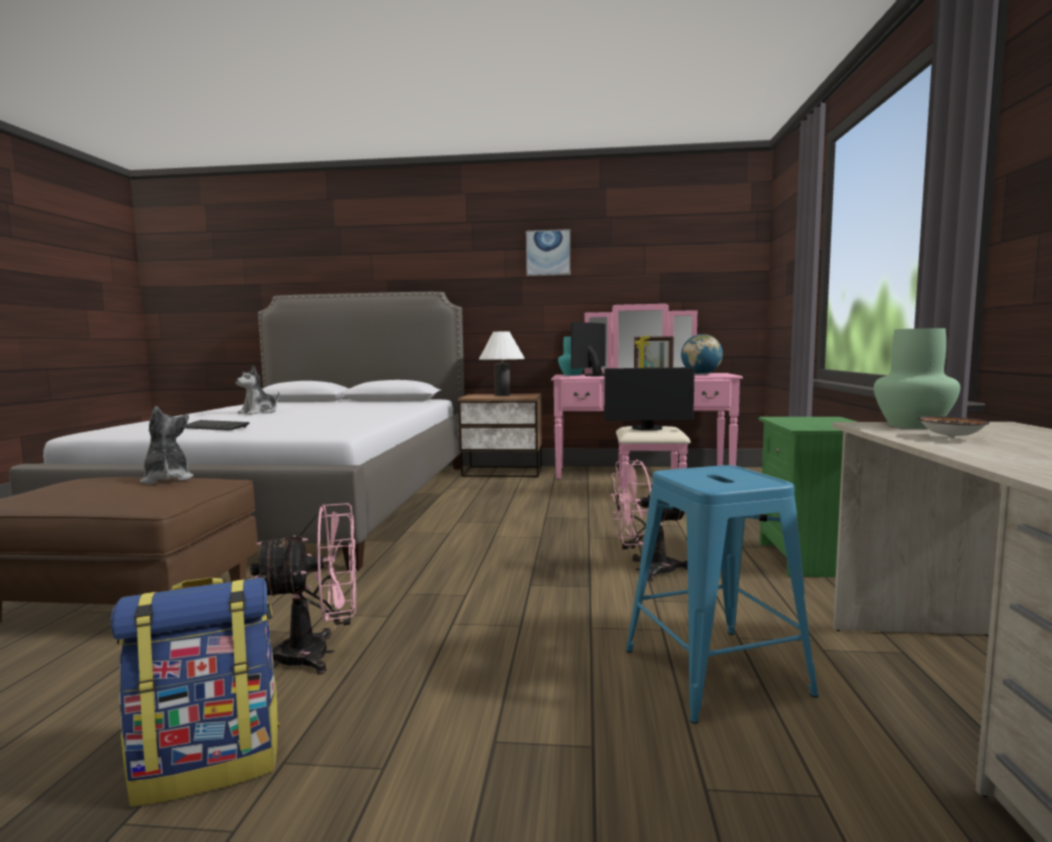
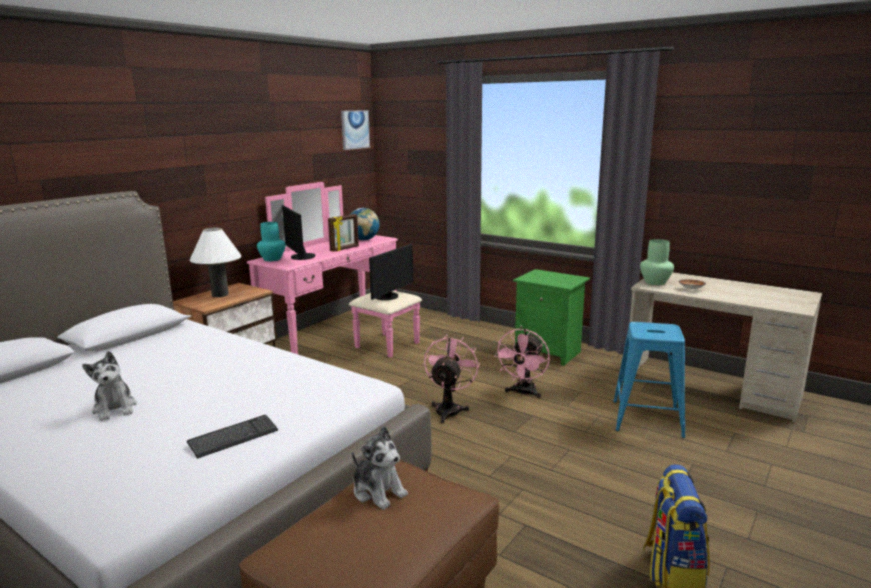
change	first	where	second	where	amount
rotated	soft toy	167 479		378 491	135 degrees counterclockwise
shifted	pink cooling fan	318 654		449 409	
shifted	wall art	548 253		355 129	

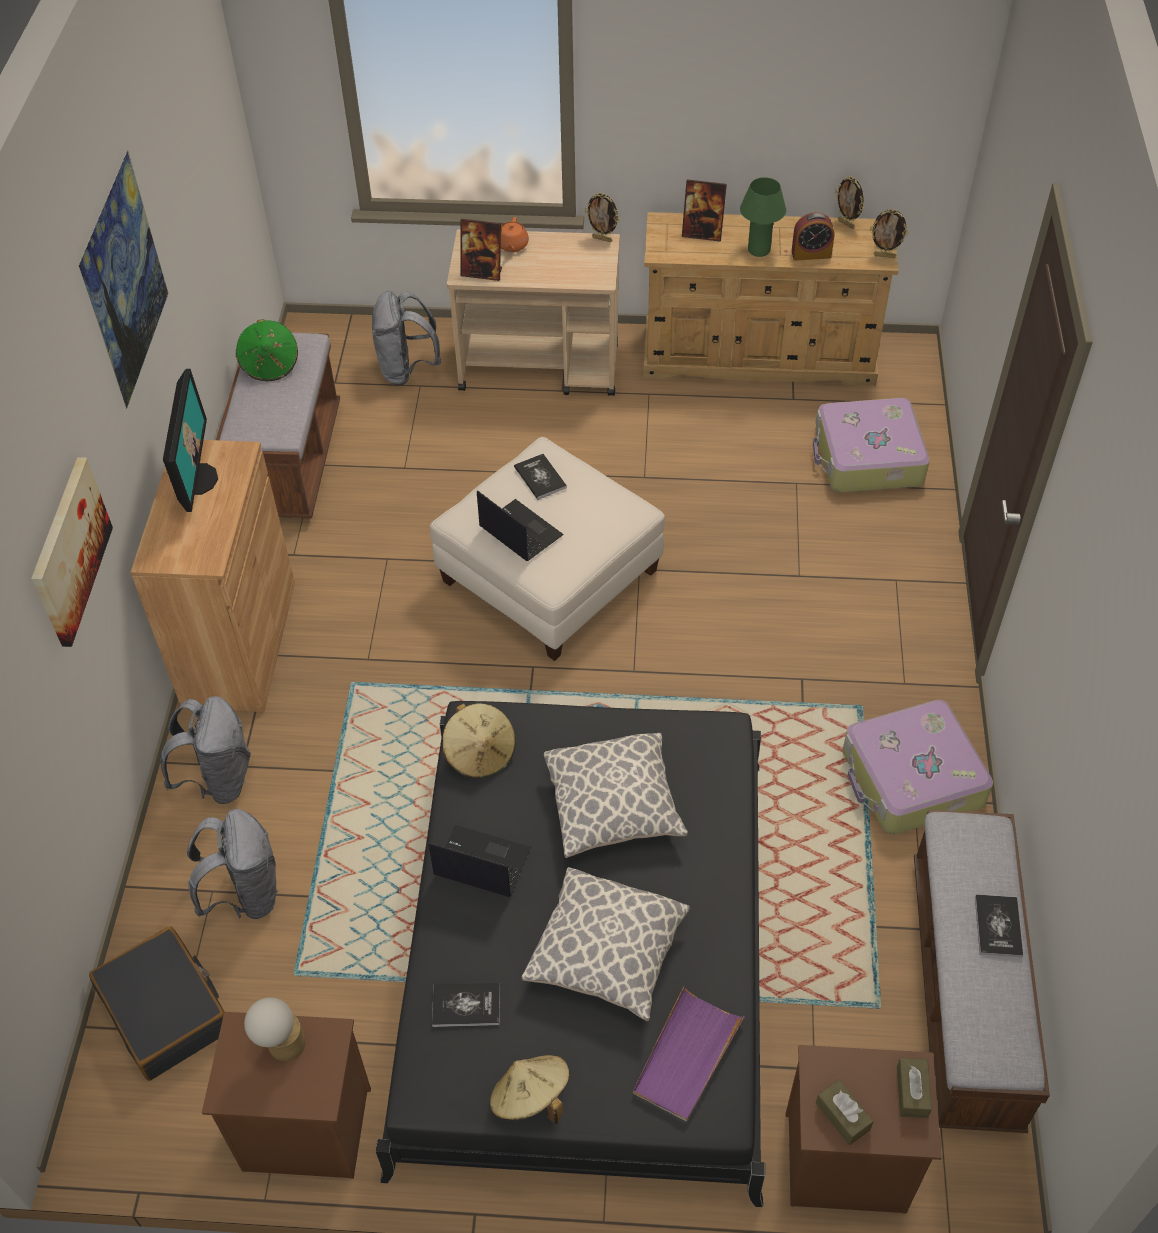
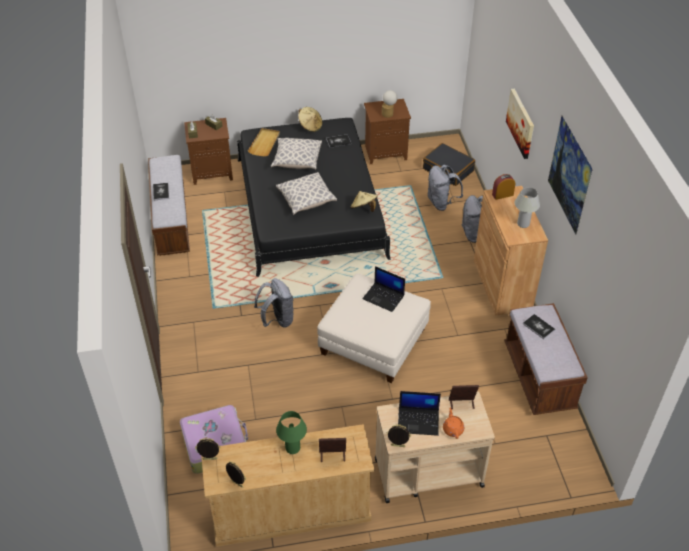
change	first	where	second	where	amount
swapped	monitor	197 479	white table lamp	523 224	
gone	green clothing hat	270 365			
shifted	gray rucksack	407 370		277 320	
shifted	portable computer	480 862		419 421	
shifted	bound book	540 477		538 327	
repainted	purple-coloured carrying tray	686 1056	beige-coloured carrying tray	264 143	
shifted	alarm clock	811 254		502 195	
gone	travel case	911 779			

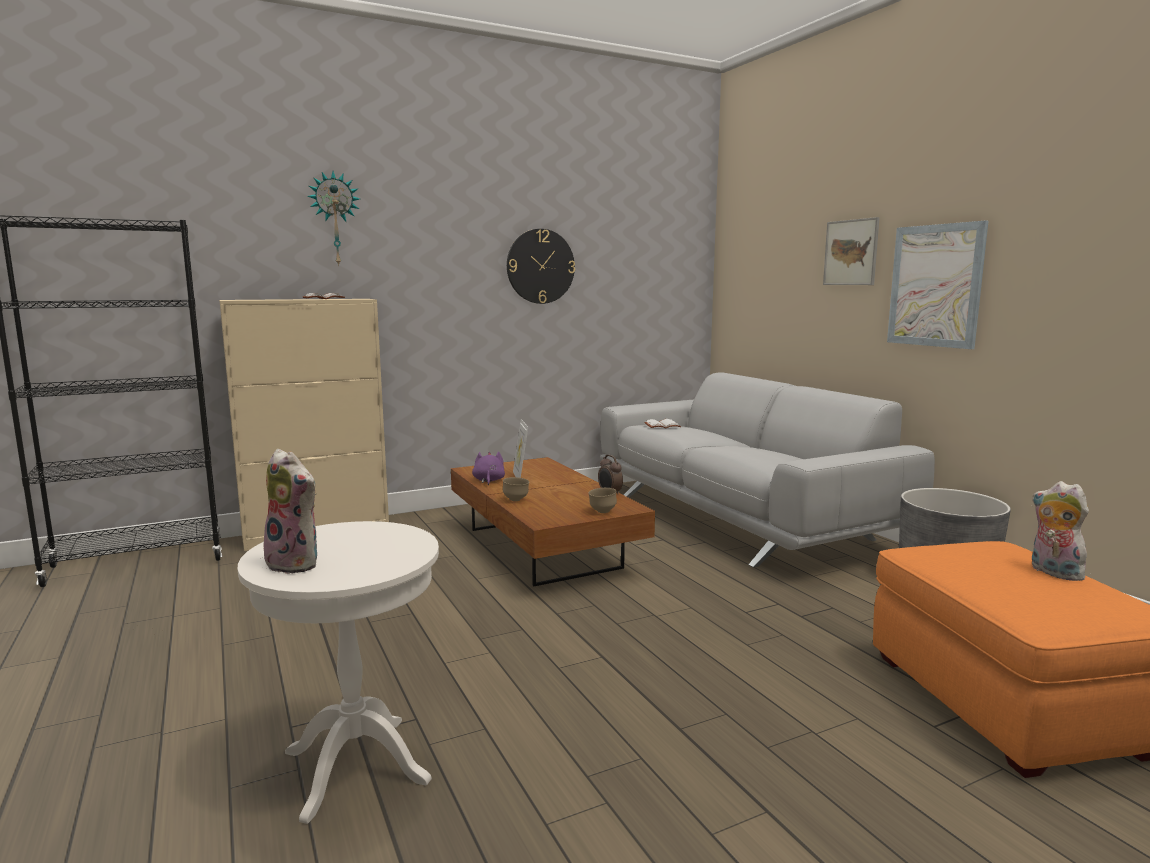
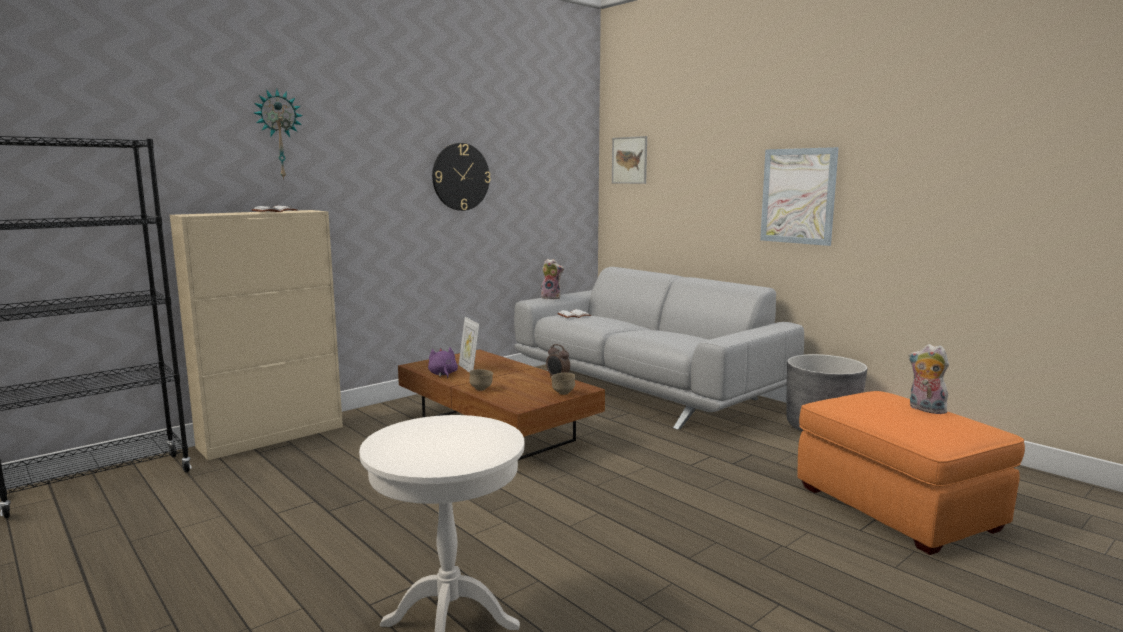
change	first	where	second	where	amount
shifted	soft toy	297 563		551 298	
shifted	wall art	851 252		629 160	

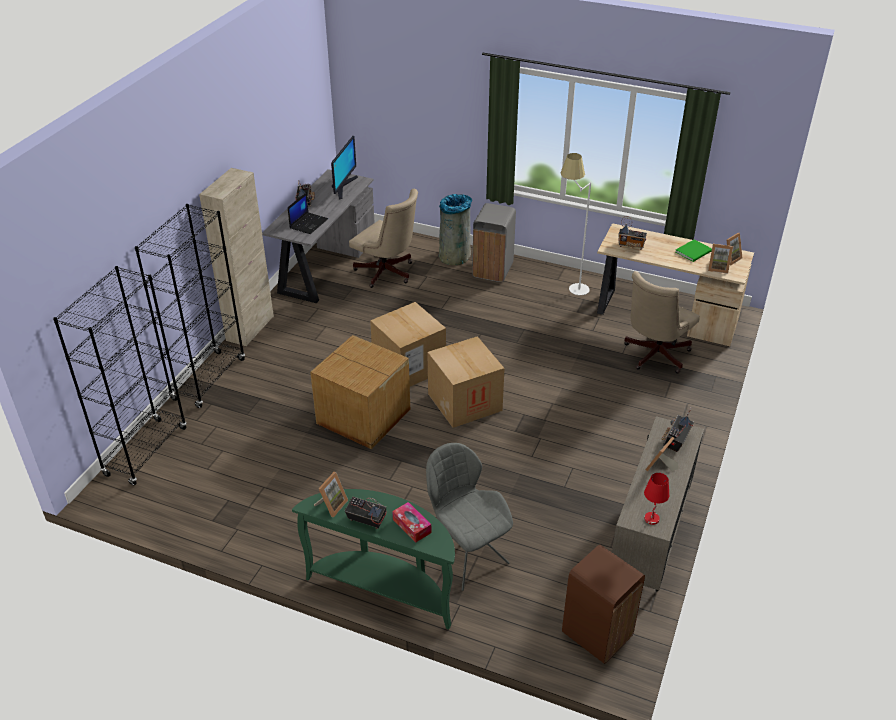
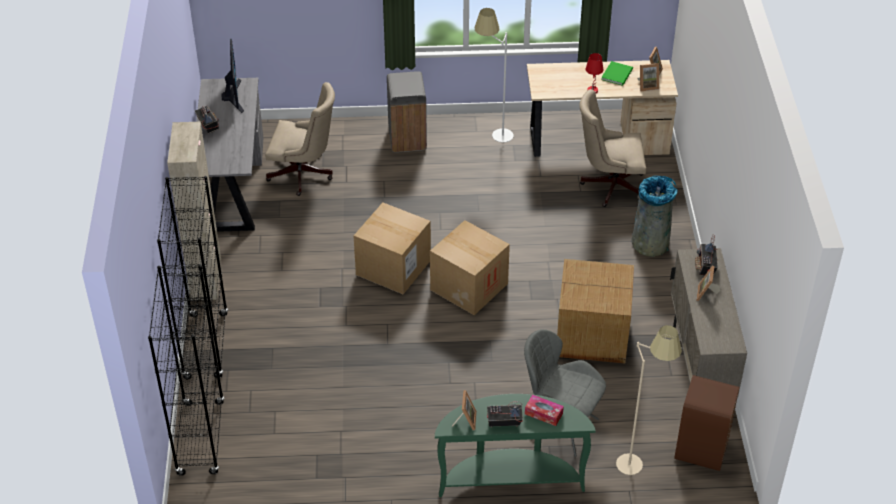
change	first	where	second	where	amount
gone	portable computer	308 223			
shifted	cardboard box	364 417		593 335	
shifted	gray waste bin	455 256		650 242	
gone	radio receiver	631 246			
rotated	beige-coloured computer chair	653 356		609 185	75 degrees clockwise
shifted	red table lamp	652 519		593 90	
new			beige-coloured floor lamp	639 459	

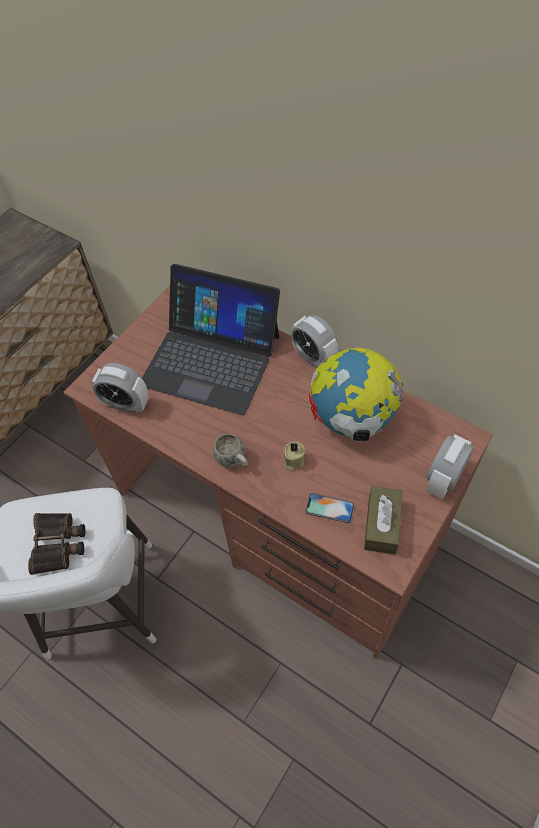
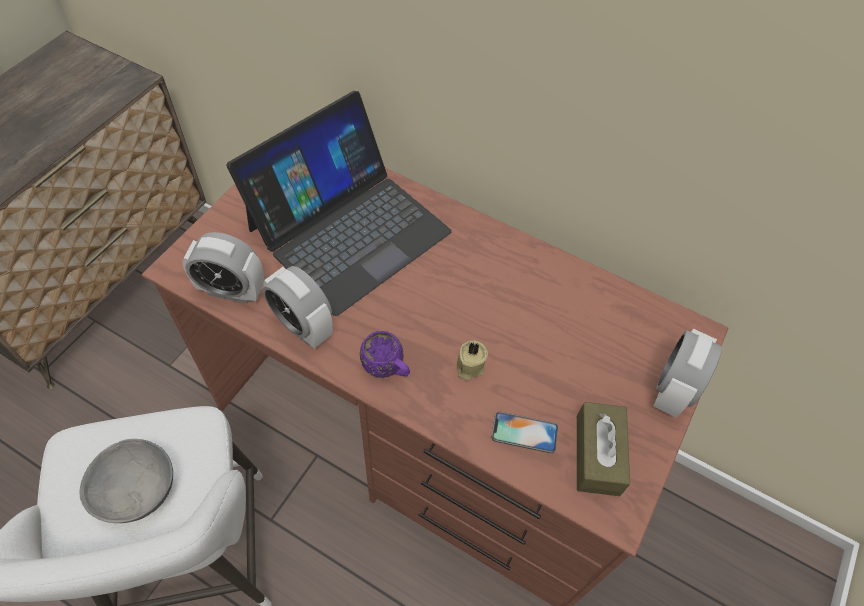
change	first	where	second	where	amount
swapped	pair of binoculars	59 544	gray deep dish	137 490	
rotated	portable computer	211 359		348 229	60 degrees counterclockwise
repainted	white mug	234 461	purple-coloured mug	387 369	
shifted	alarm clock	313 358		303 326	
gone	world globe	352 419			

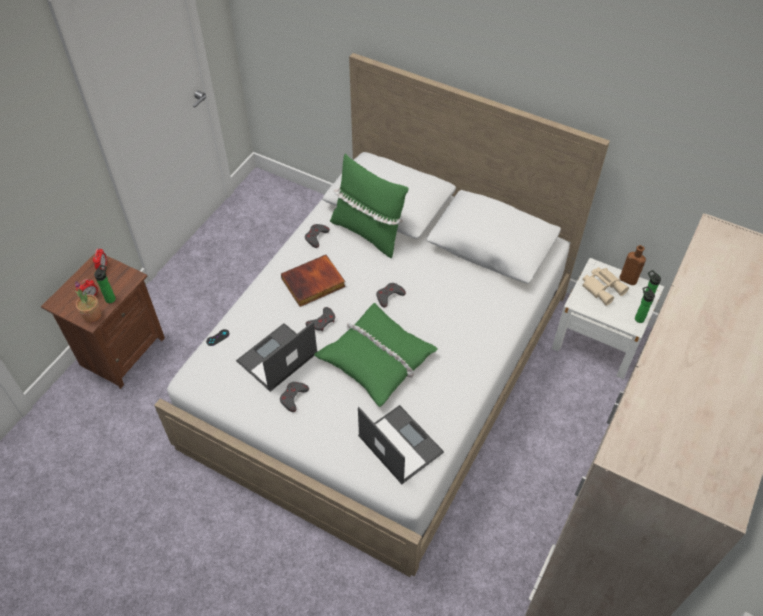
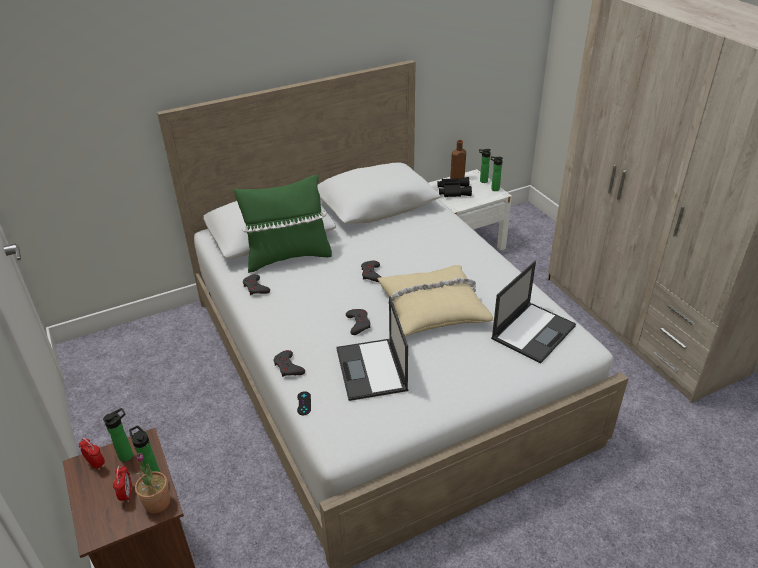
change	first	where	second	where	amount
shifted	gray joypad	293 397		288 367	
gone	bound book	313 283			
repainted	green pillow	376 359	beige-coloured pillow	432 308	
rotated	portable computer	399 444		533 331	135 degrees clockwise
repainted	beige-coloured pair of binoculars	603 287	black pair of binoculars	453 191	
new			beverage bottle	128 455	

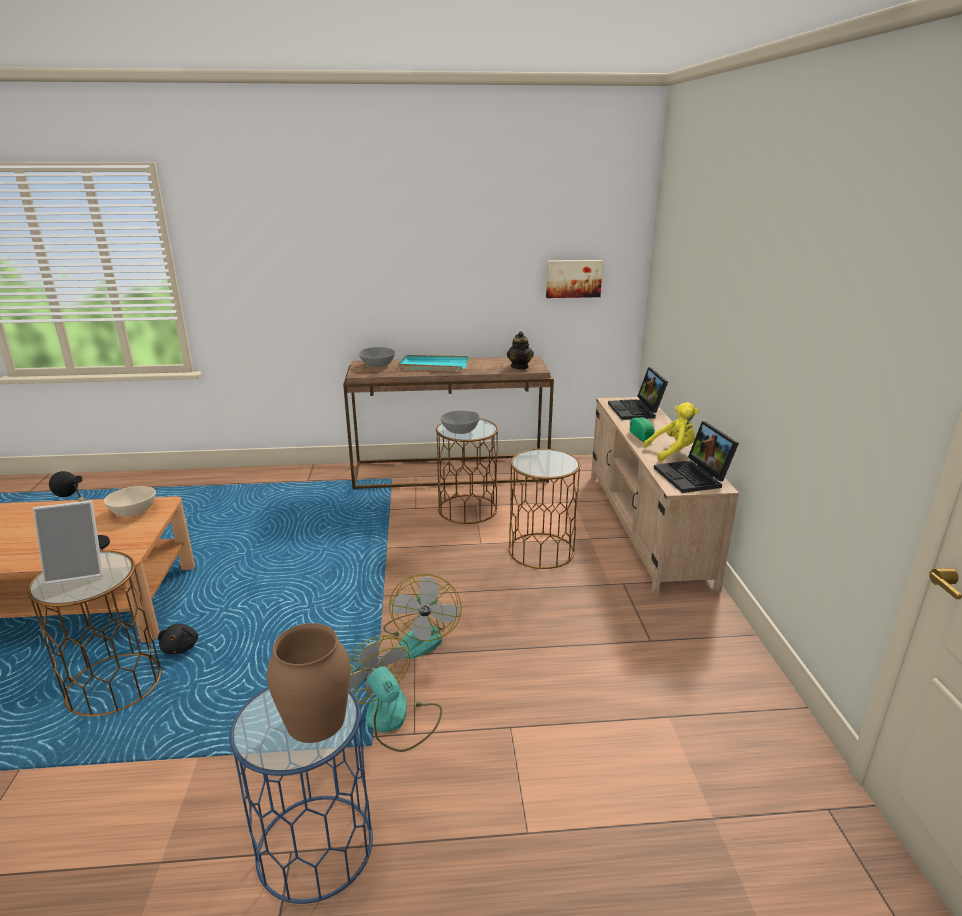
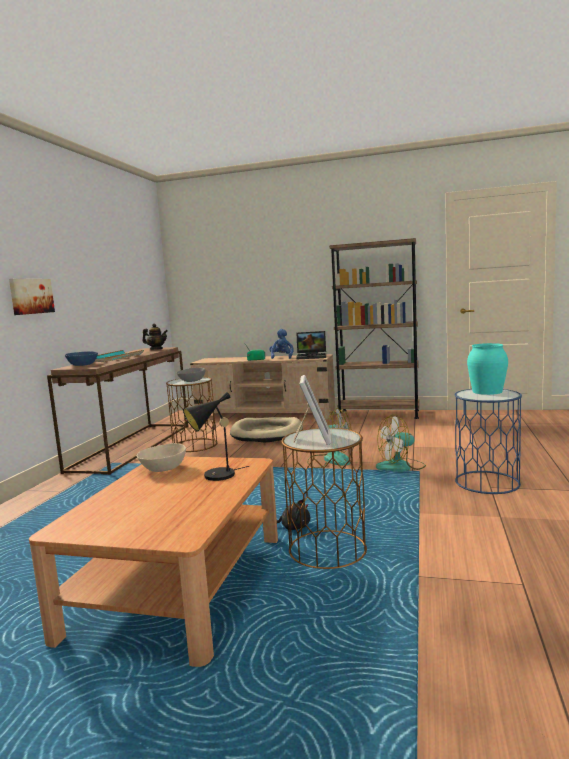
change	first	where	second	where	amount
repainted	brown-coloured vase	315 719	turquoise vase	487 391	
repainted	gray deep dish	378 365	bluish deep dish	83 365	
swapped	brown-coloured side table	541 550	beige-coloured pet bed	267 433	
shifted	wall art	573 278		31 296	
gone	portable computer	637 411			
repainted	yellow-coloured soft toy	672 452	bluish soft toy	282 357	
new			brown-coloured bookshelf	378 414	

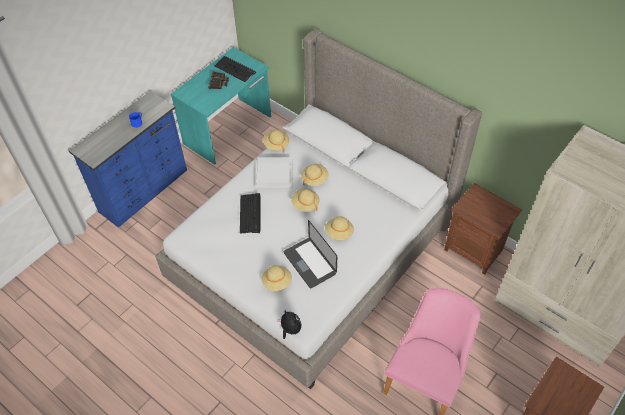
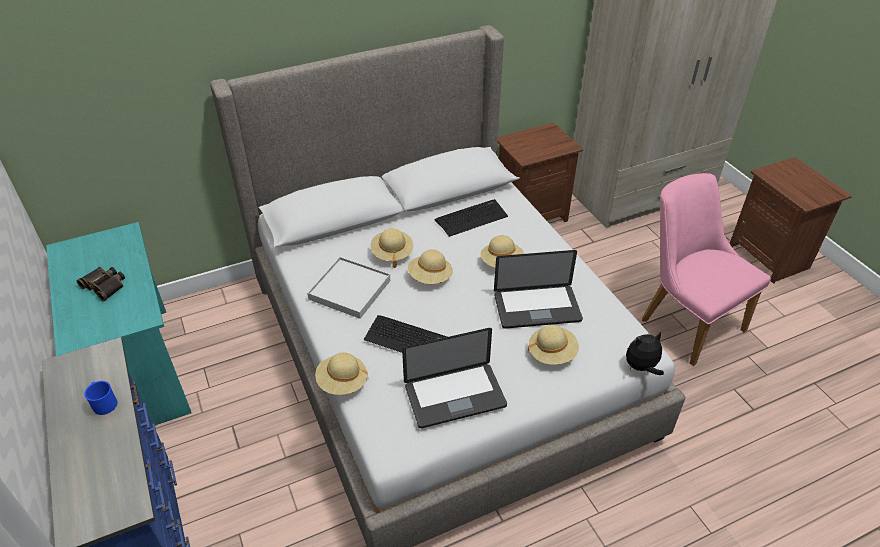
change	first	where	second	where	amount
shifted	PC keyboard	235 69		471 218	
shifted	beige-coloured clothing hat	276 144		342 382	
new			portable computer	455 396	

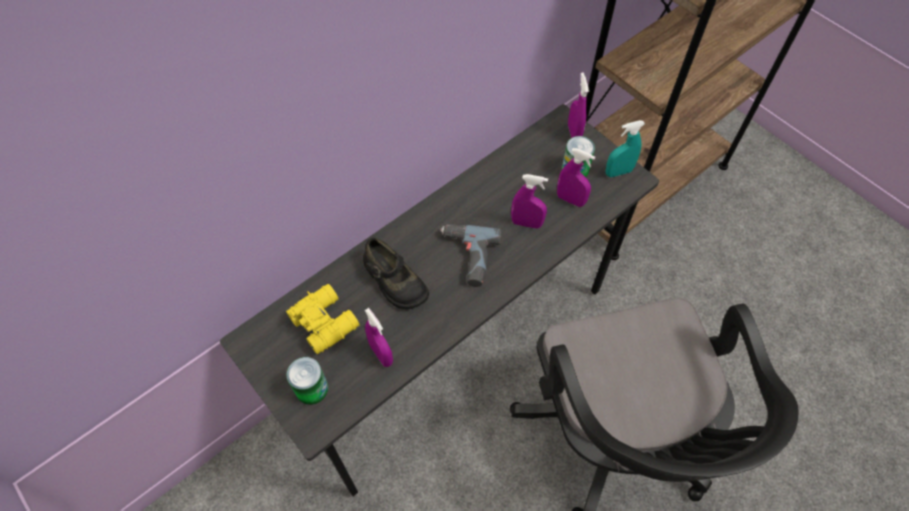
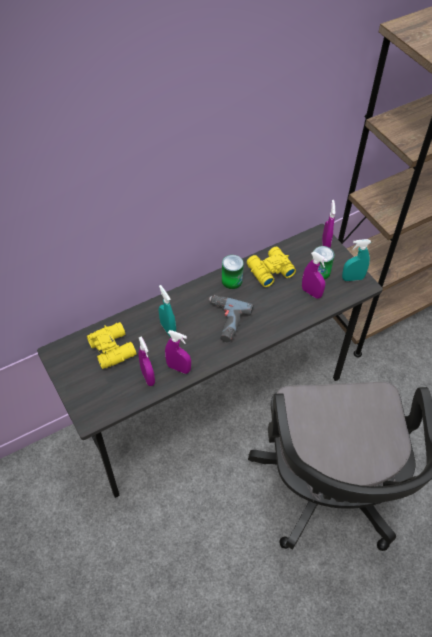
change	first	where	second	where	amount
shifted	can	312 389		232 281	
swapped	black shoe	394 281	turquoise hand sprayer	168 329	
shifted	purple-coloured hand sprayer	526 223		178 368	
new			yellow-coloured pair of binoculars	269 270	

